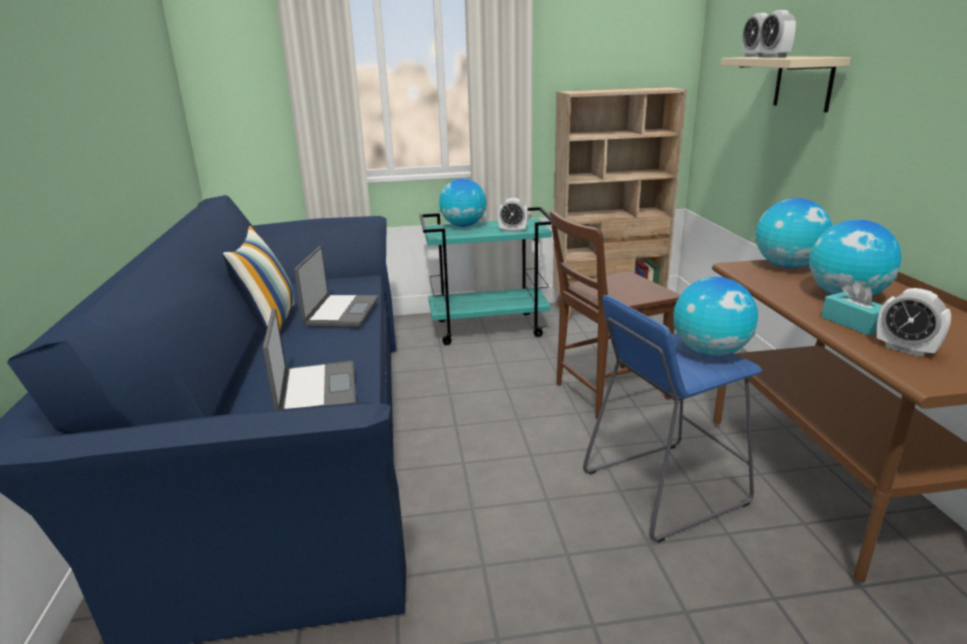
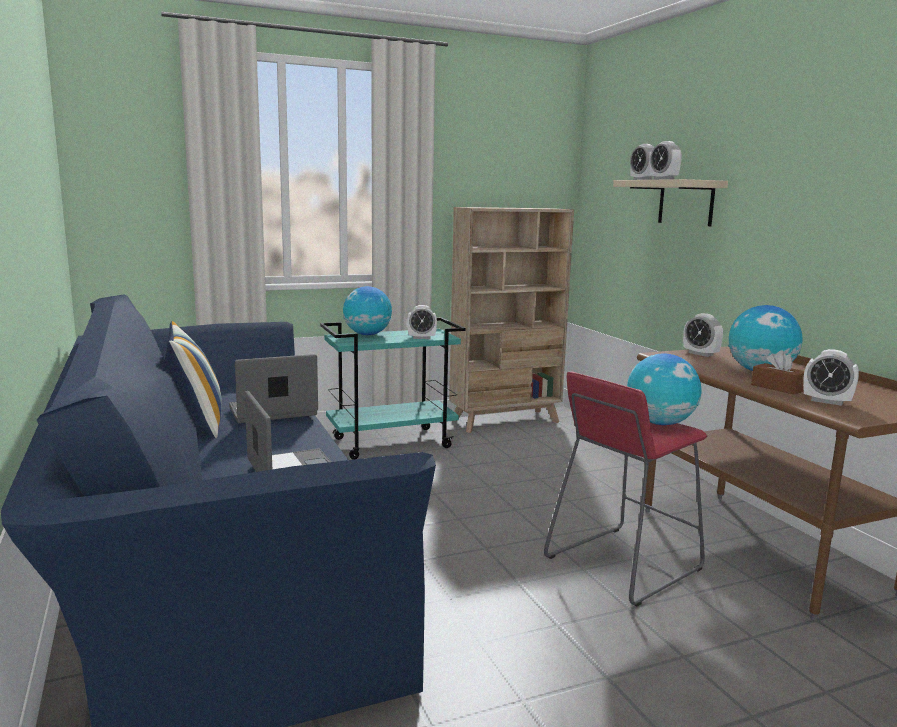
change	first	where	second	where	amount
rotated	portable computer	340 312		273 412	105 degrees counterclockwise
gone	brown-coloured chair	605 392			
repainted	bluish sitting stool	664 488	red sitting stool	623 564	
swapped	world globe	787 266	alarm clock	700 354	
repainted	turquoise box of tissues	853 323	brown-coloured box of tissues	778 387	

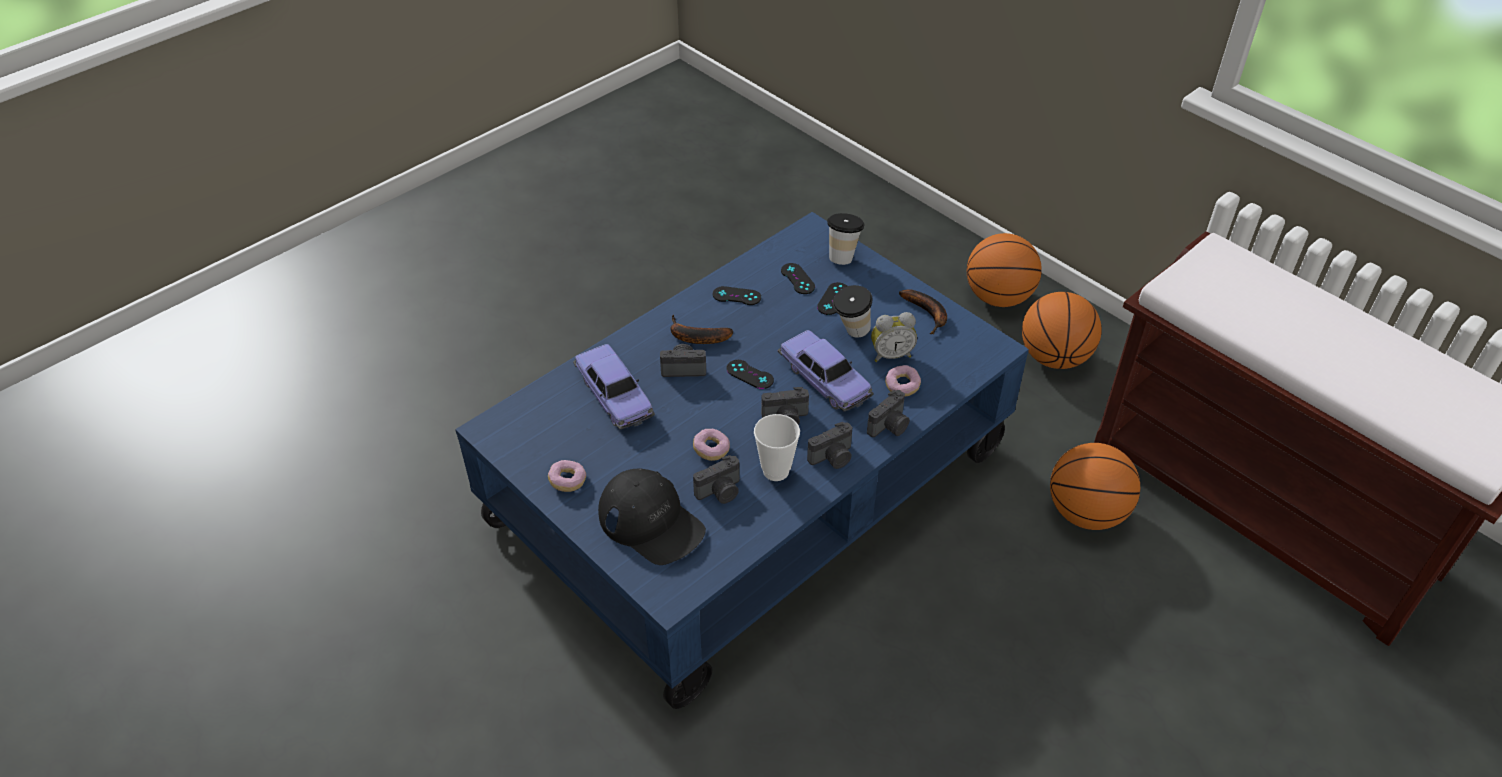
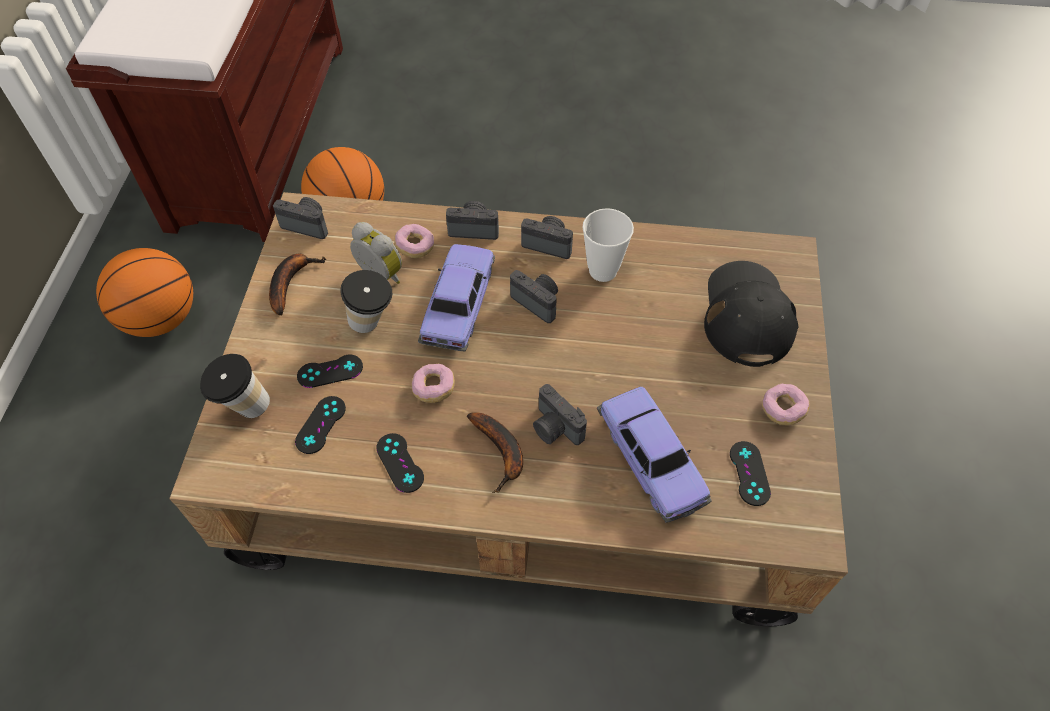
change	first	where	second	where	amount
repainted	bluish coffee table	749 485	brown-coloured coffee table	524 446	
rotated	miniature car	614 395		651 460	135 degrees clockwise
shifted	doughnut	711 450		434 388	
shifted	still camera	720 492		307 224	
shifted	black joypad	750 374		749 473	
gone	basketball	998 297			

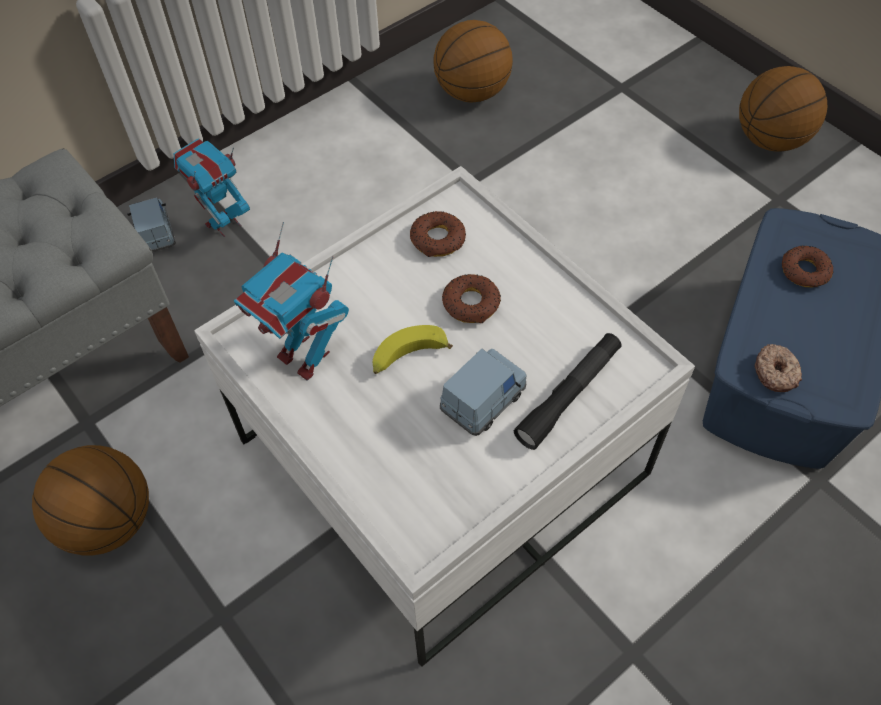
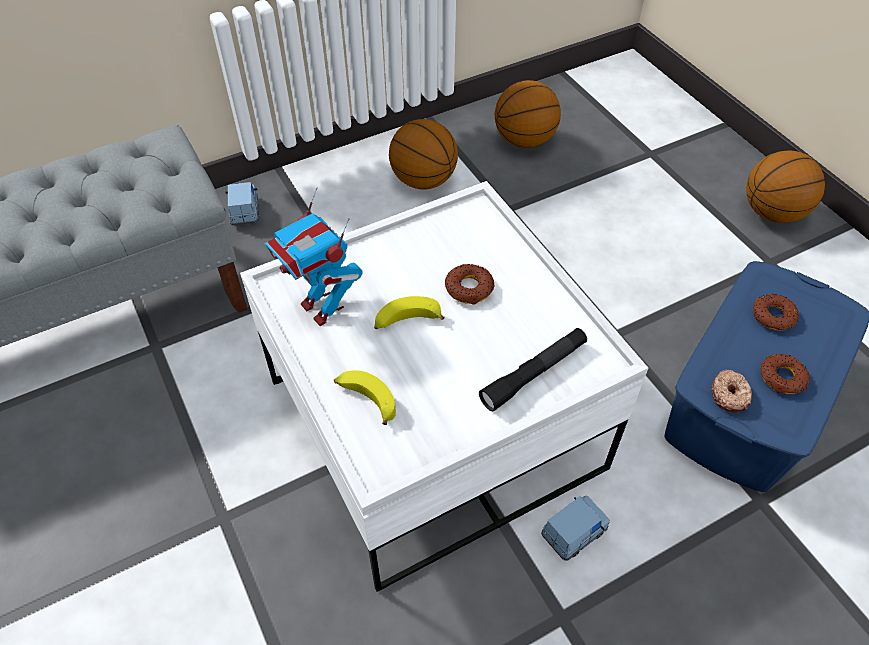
change	first	where	second	where	amount
shifted	basketball	109 521		423 181	
gone	toy robot	224 223			
shifted	doughnut	438 239		782 378	
shifted	bluish miniature car	483 400		574 532	
new			banana fruit	366 400	

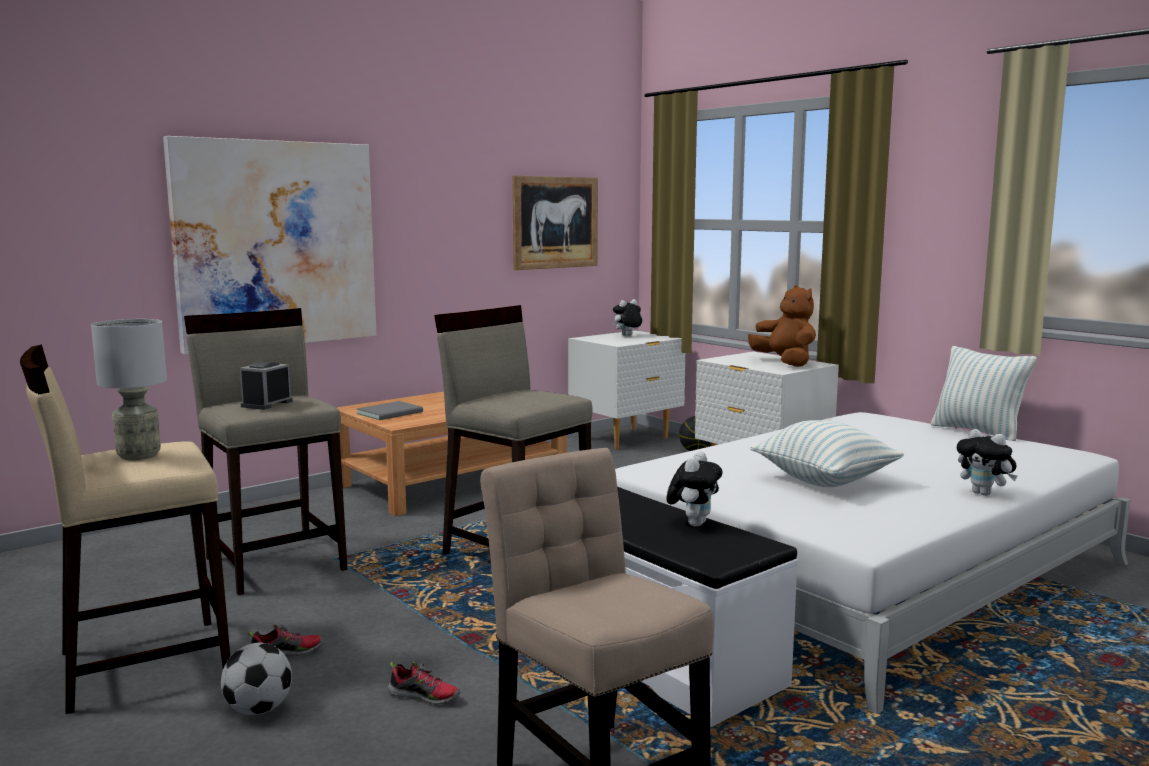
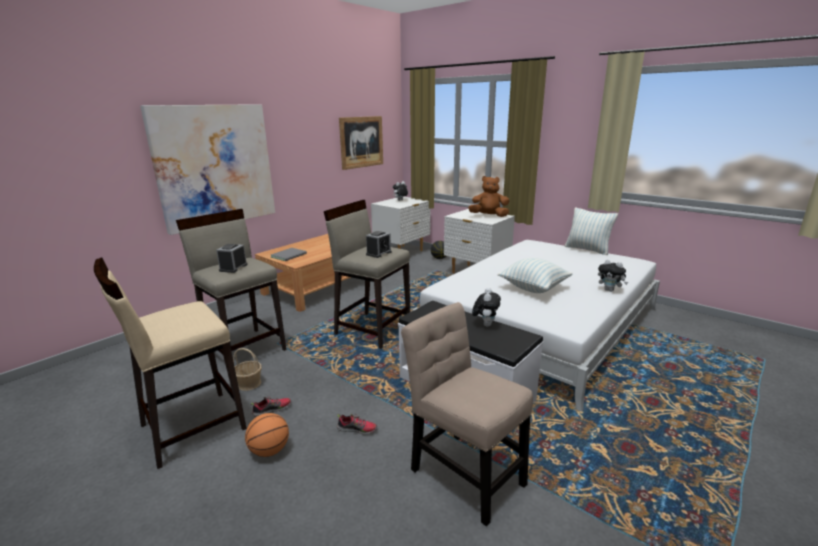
change	first	where	second	where	amount
gone	gray table lamp	138 456			
swapped	football	258 710	basketball	269 450	
rotated	brown-coloured soft toy	785 363		488 216	45 degrees counterclockwise
new			household basket	249 383	
new			alarm clock	379 253	

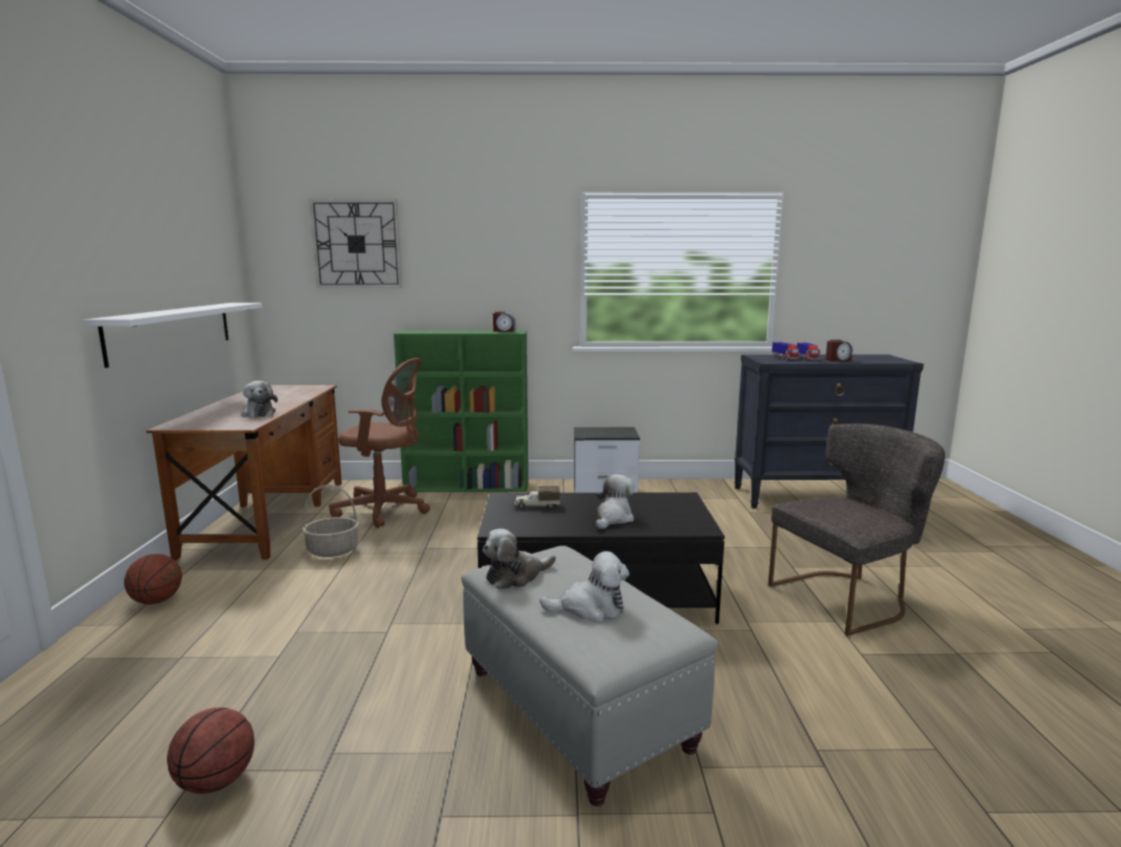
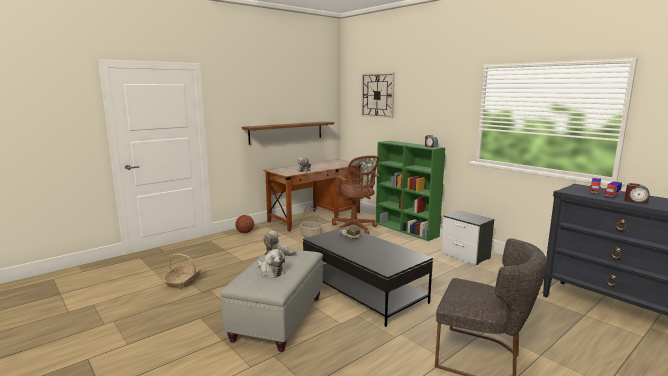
change	first	where	second	where	amount
repainted	white wall shelf	172 330	brown-coloured wall shelf	286 132	
swapped	basketball	216 781	household basket	183 281	
gone	soft toy	613 518			

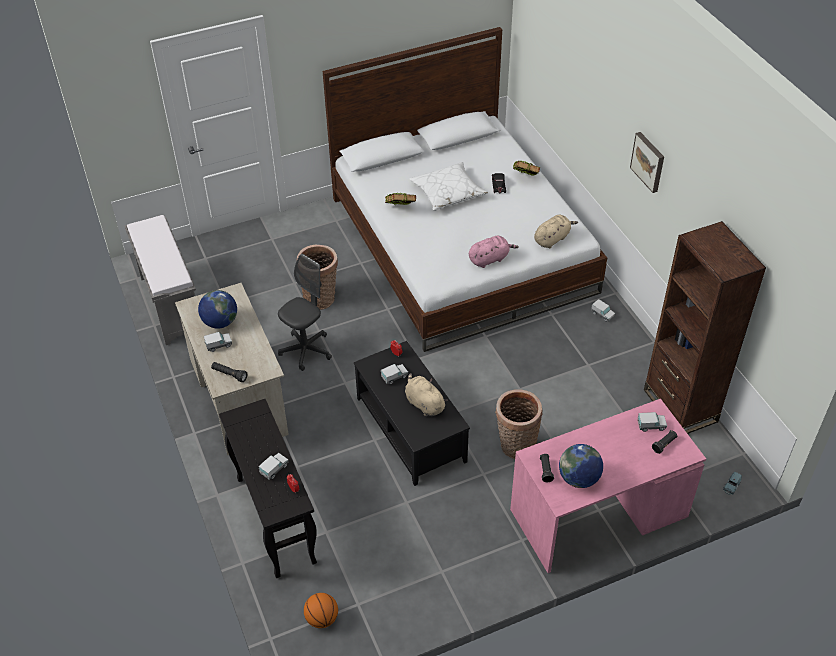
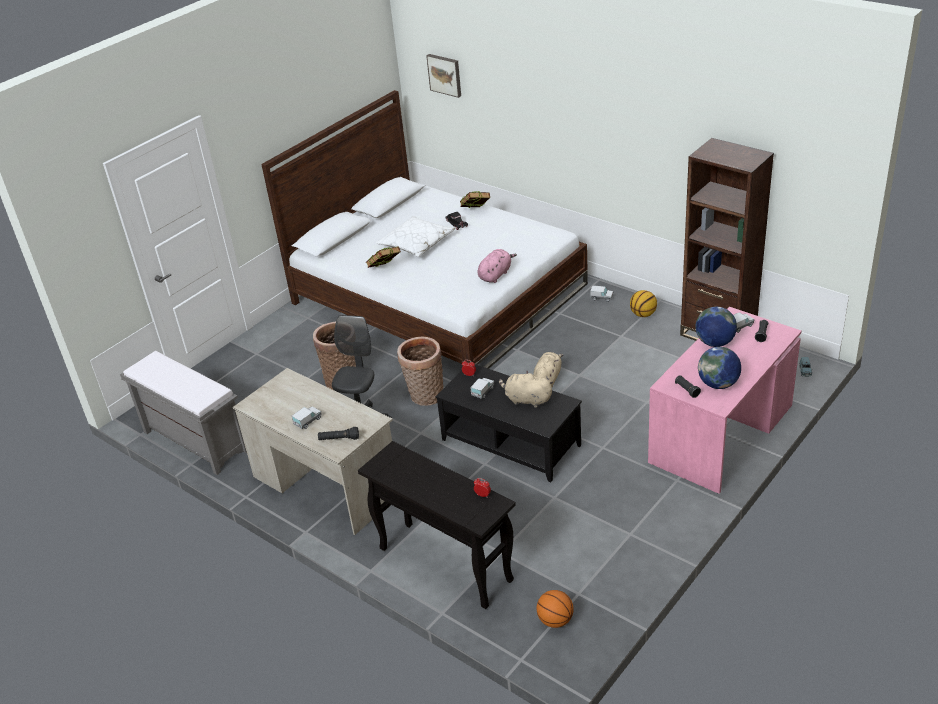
change	first	where	second	where	amount
shifted	world globe	220 322		714 342	
gone	toy truck	274 469			
shifted	household basket	515 446		425 396	
shifted	beige-coloured soft toy	552 239		547 378	
shifted	wall art	648 161		445 74	
new			basketball	643 314	

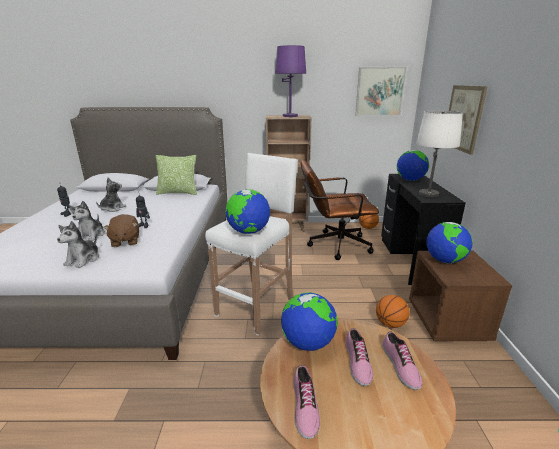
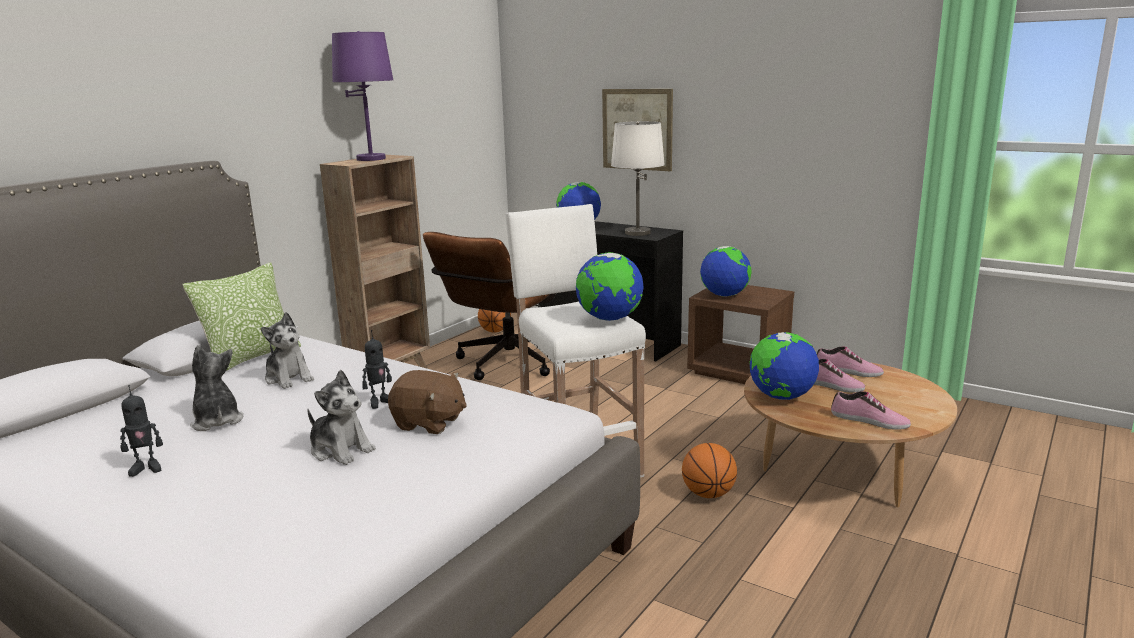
change	first	where	second	where	amount
shifted	soft toy	83 259		289 378	
gone	wall art	379 91			
shifted	basketball	390 324		708 494	

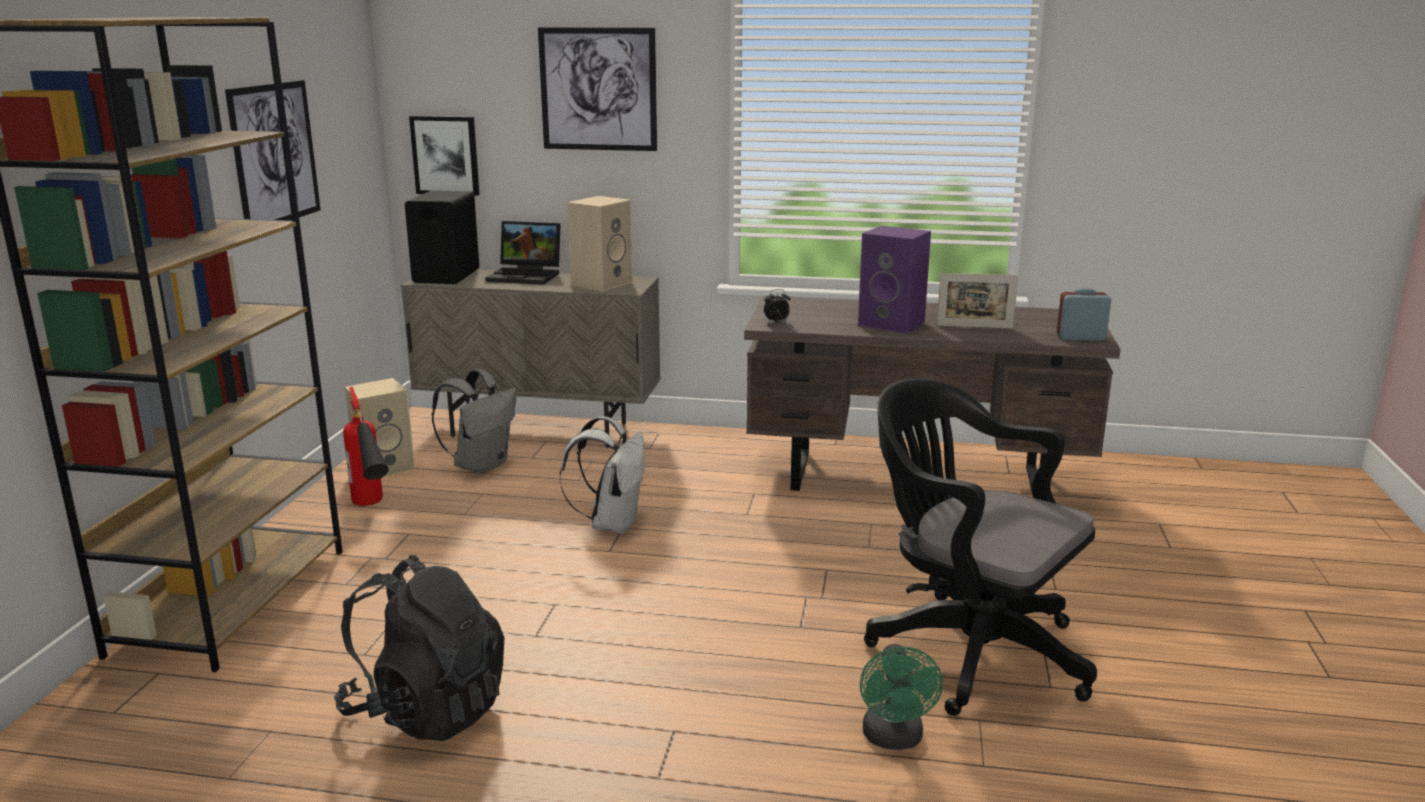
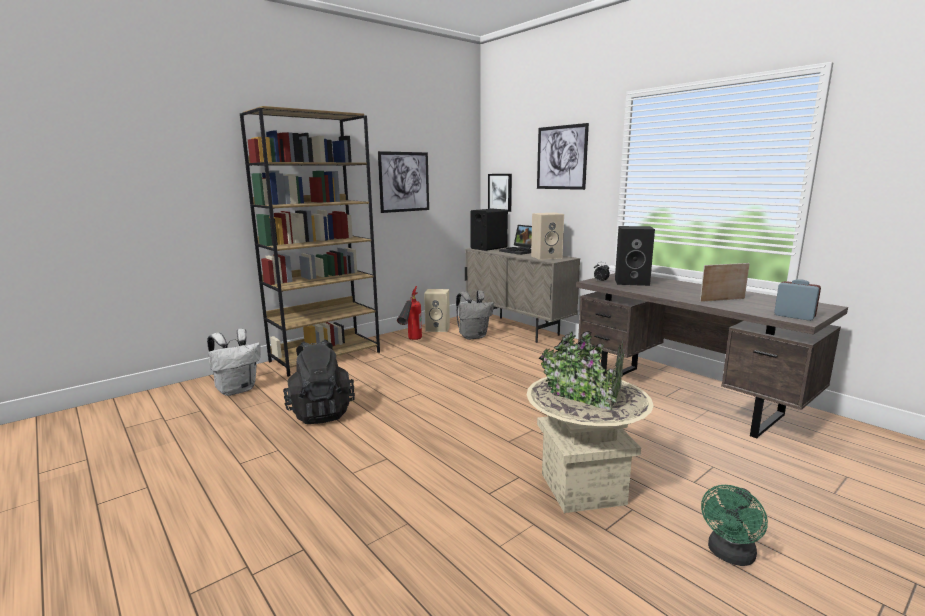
change	first	where	second	where	amount
shifted	white rucksack	612 524		237 390	
gone	purple-coloured audio speaker	893 324			
shifted	green cooling fan	894 739		729 555	
swapped	black computer chair	968 650	beige-coloured plant pot	583 488	
rotated	picture frame	974 326		722 300	120 degrees clockwise
new			black audio speaker	632 282	

